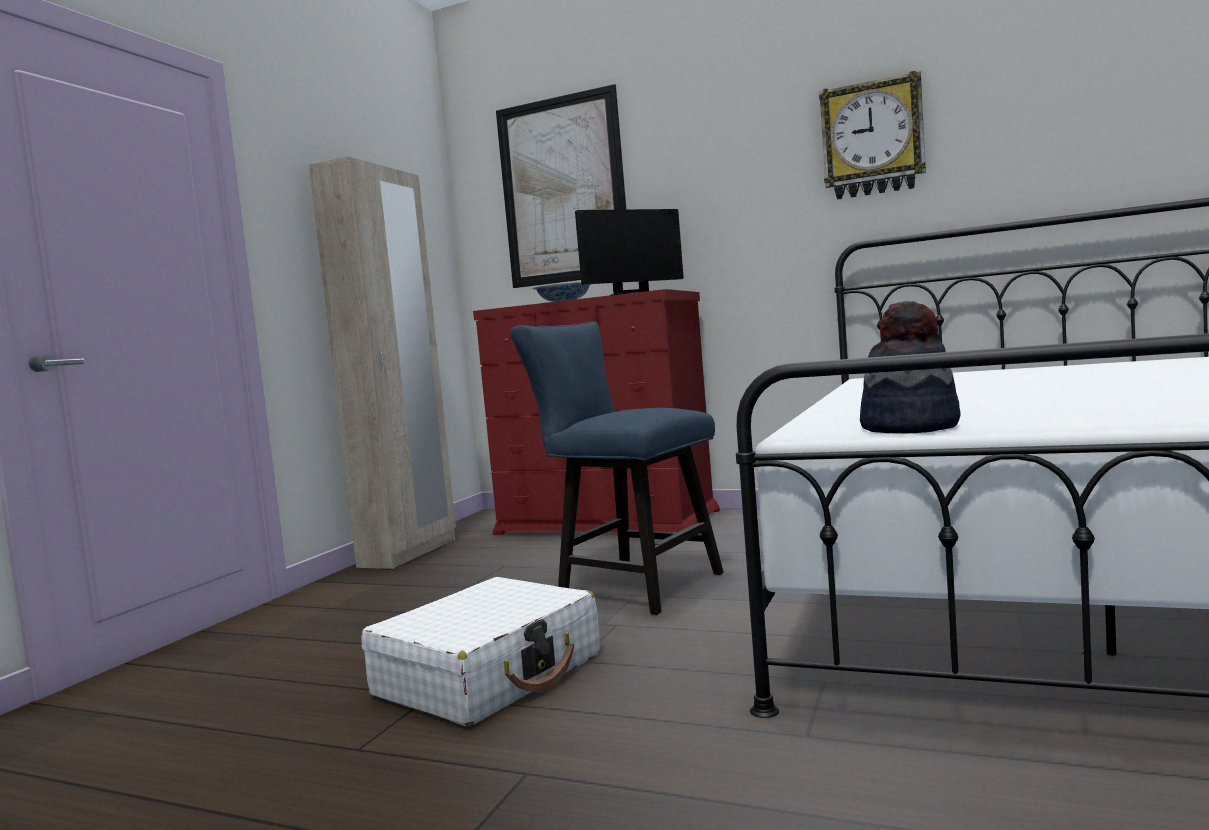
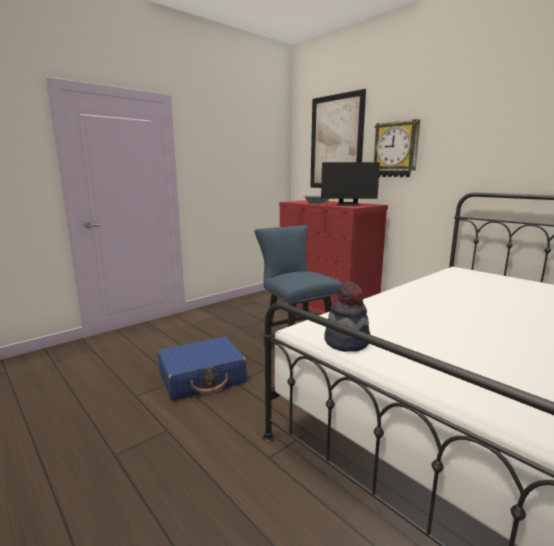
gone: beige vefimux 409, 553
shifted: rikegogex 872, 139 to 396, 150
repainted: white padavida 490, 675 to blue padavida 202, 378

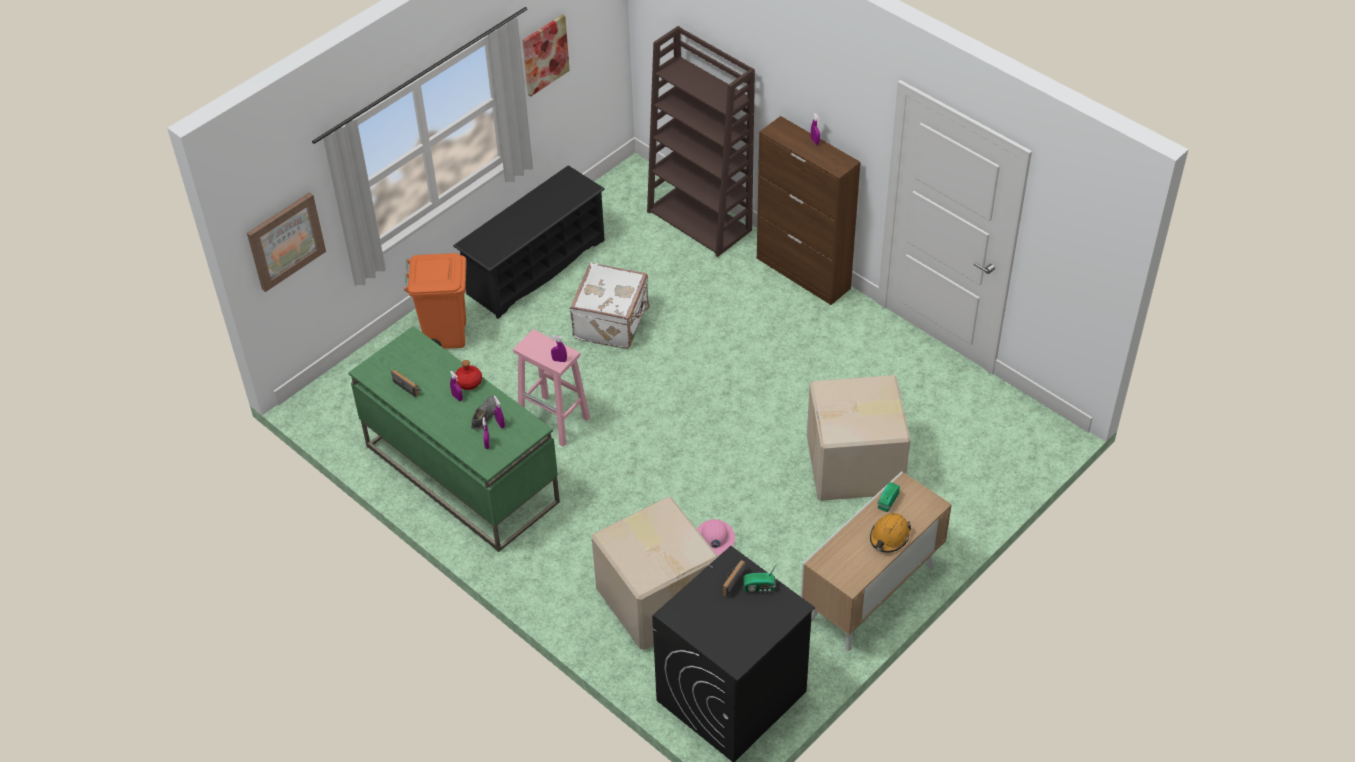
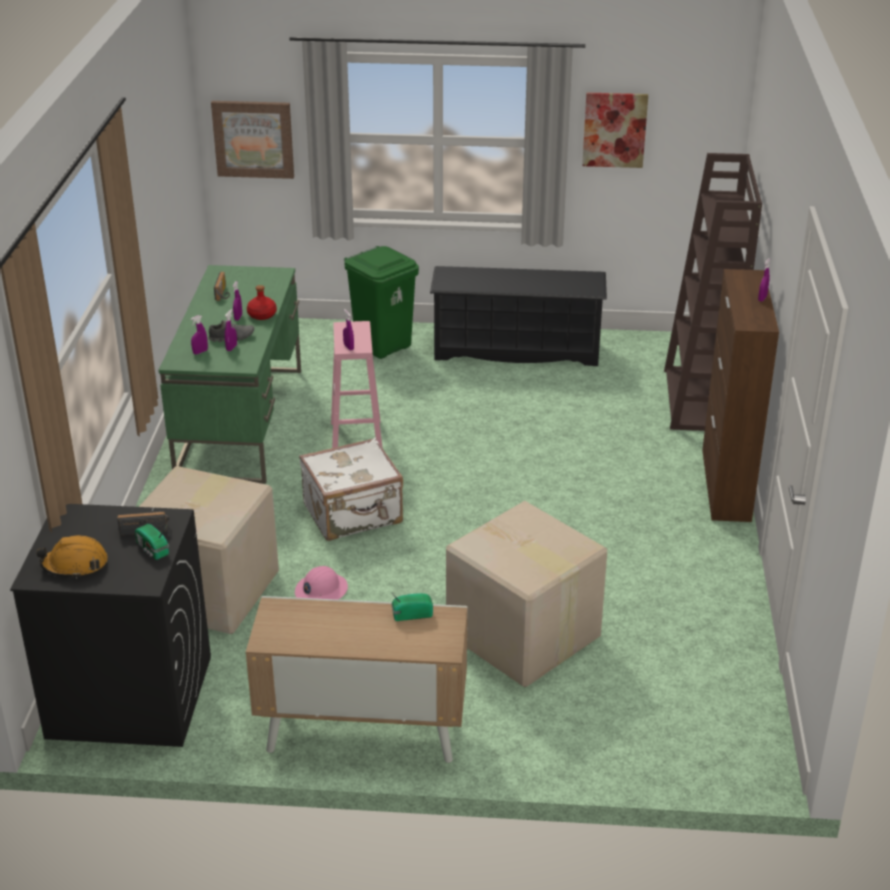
shifted: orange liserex 889, 537 to 75, 565; white padavida 612, 322 to 354, 514
repainted: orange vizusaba 445, 335 to green vizusaba 383, 346

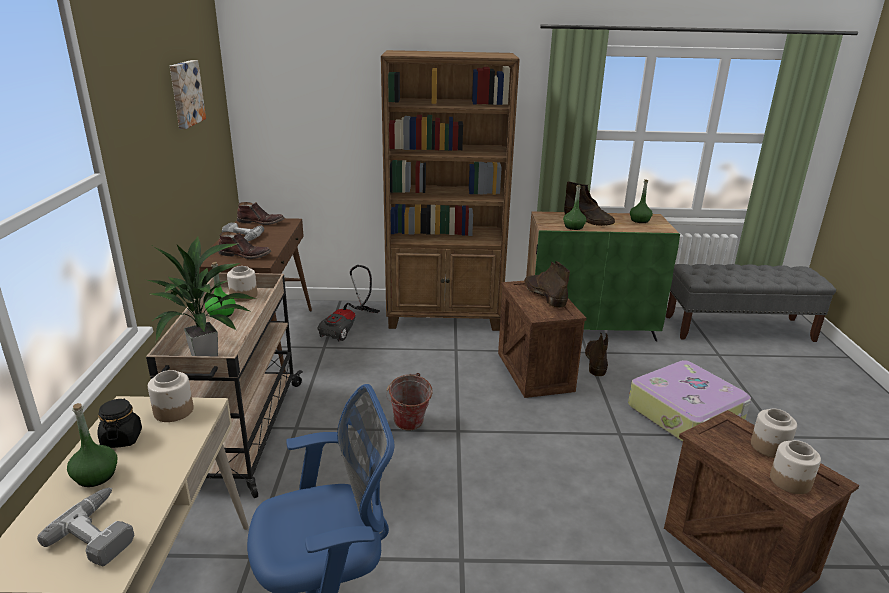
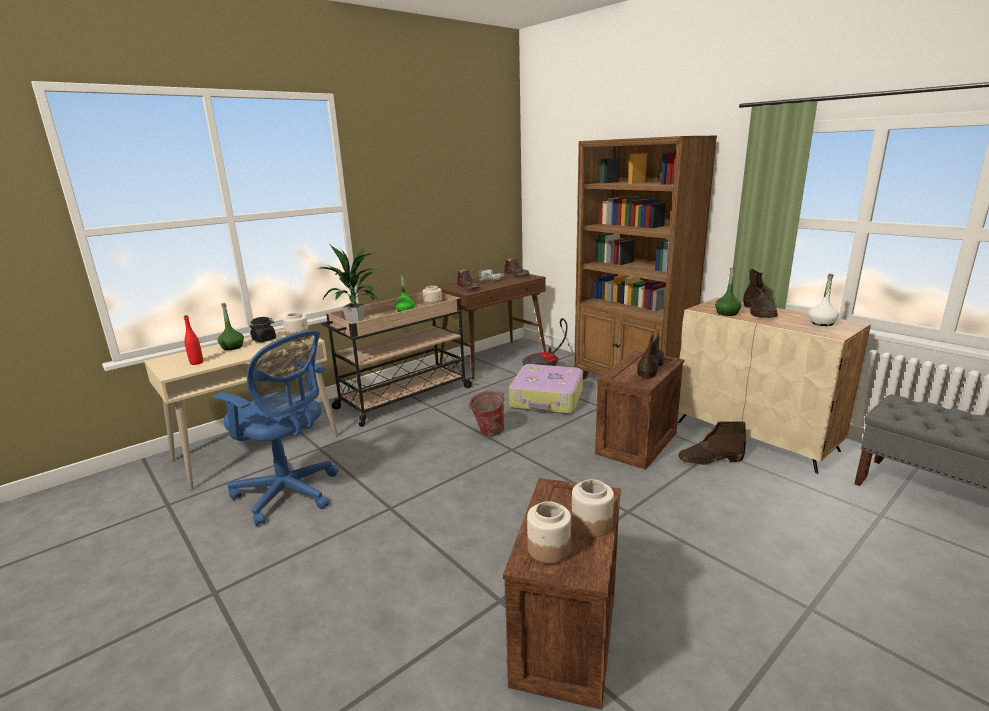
gone: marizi 185, 93
shifted: padavida 686, 414 to 547, 399
swapped: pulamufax 102, 531 to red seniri 196, 363
repainted: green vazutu 589, 327 to beige vazutu 755, 436; green seniri 639, 220 to white seniri 822, 323
rotated: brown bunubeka 595, 361 = 710, 459 150 degrees counterclockwise

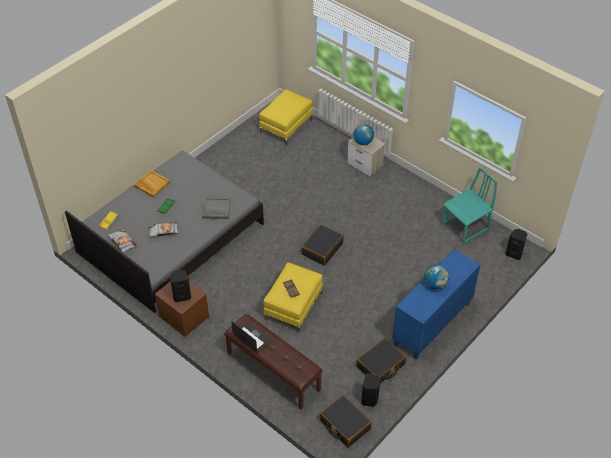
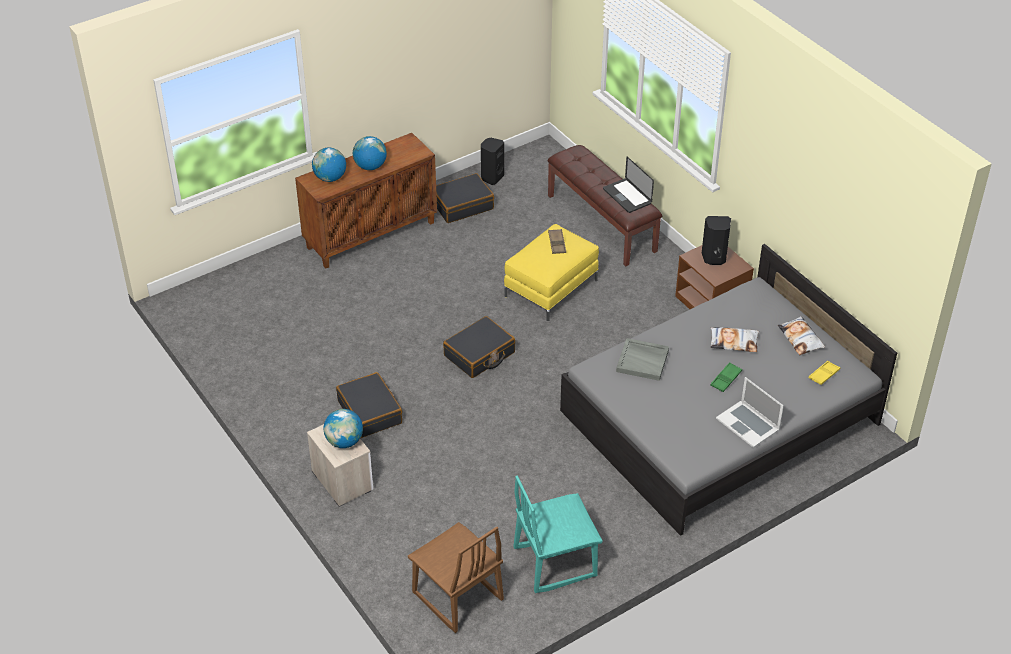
gone: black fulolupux 514, 253
new: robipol 330, 178
shifted: black padavida 345, 425 to 370, 412; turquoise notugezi 465, 227 to 554, 561
swapped: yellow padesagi 286, 126 to brown notugezi 457, 597; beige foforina 152, 184 to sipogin 748, 424
repainted: blue vazutu 432, 324 to brown vazutu 371, 234

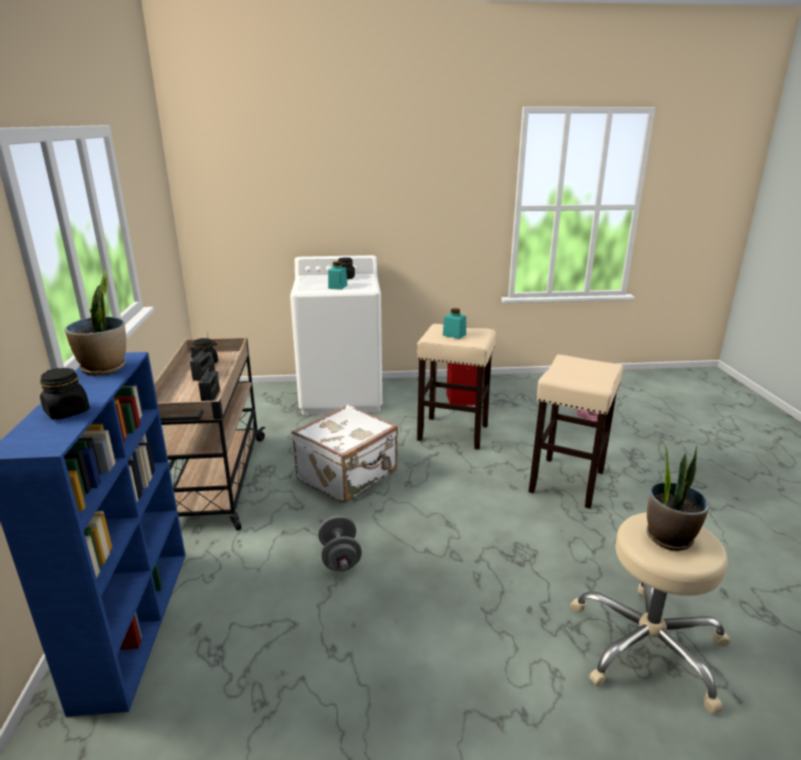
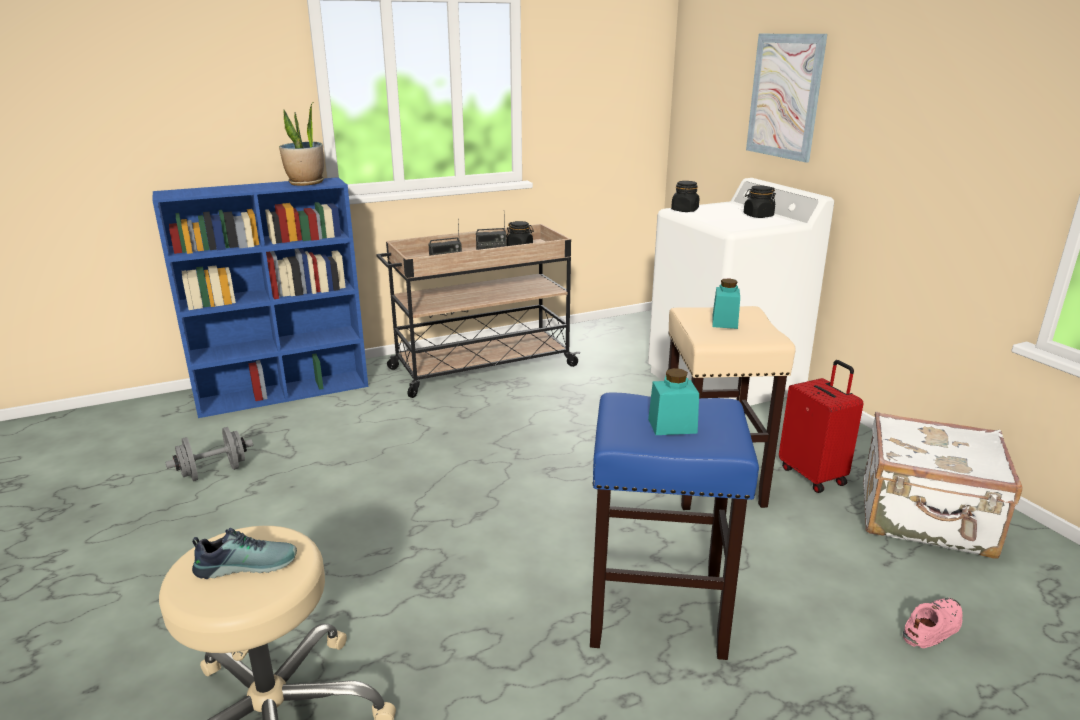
new: marizi 784, 96
shifted: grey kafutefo 340, 558 to 214, 472; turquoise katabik 337, 286 to 672, 426; black katabik 67, 412 to 684, 210; white padavida 348, 476 to 925, 519
swapped: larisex 669, 537 to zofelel 247, 564
repainted: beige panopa 567, 481 to blue panopa 658, 613

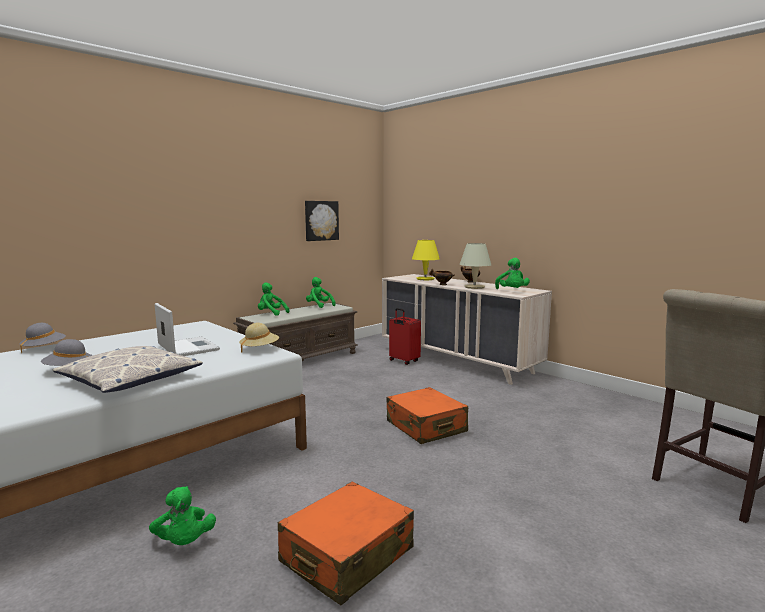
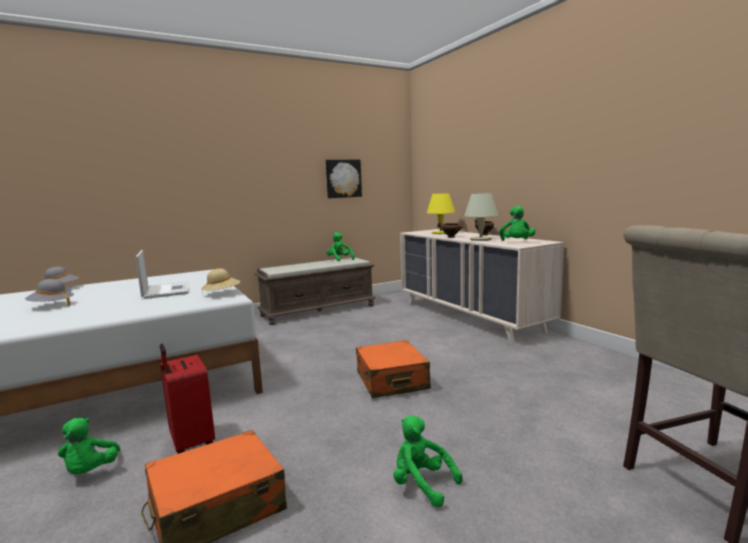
gone: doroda 131, 379
shifted: red padavida 403, 361 to 190, 443; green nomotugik 271, 313 to 422, 484

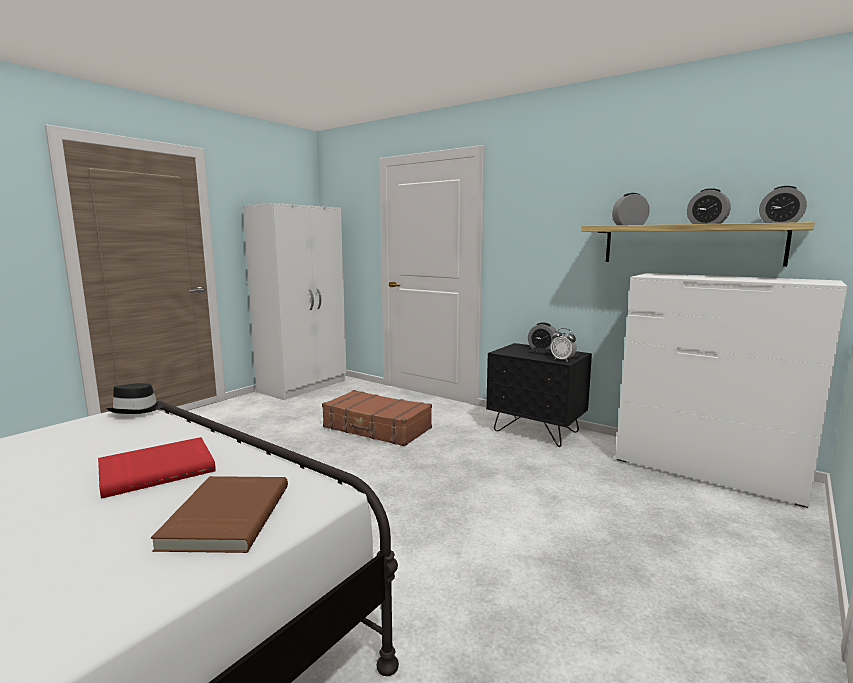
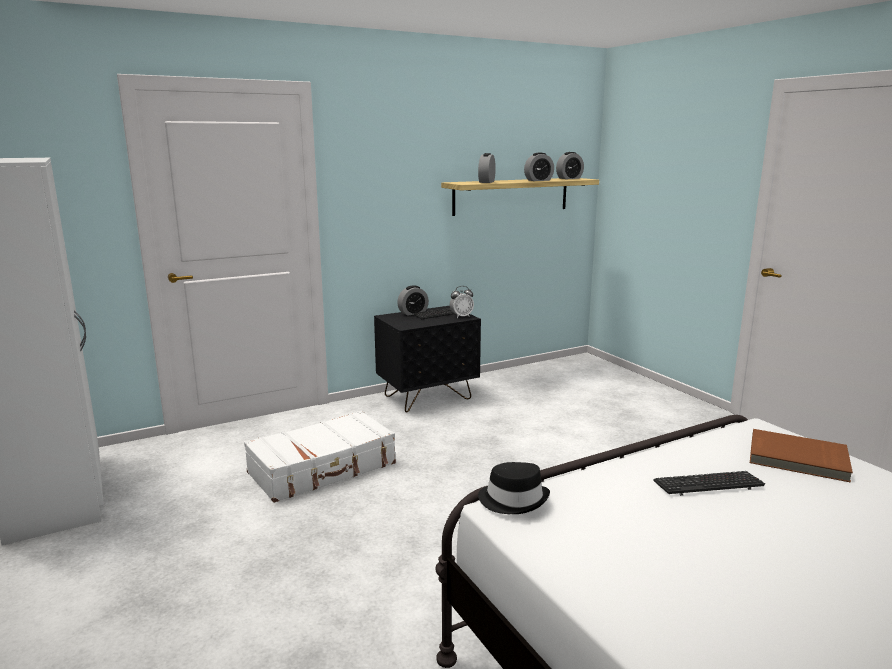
gone: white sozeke 707, 470
swapped: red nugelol 157, 469 to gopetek 708, 485
repainted: brown padavida 377, 428 to white padavida 323, 469

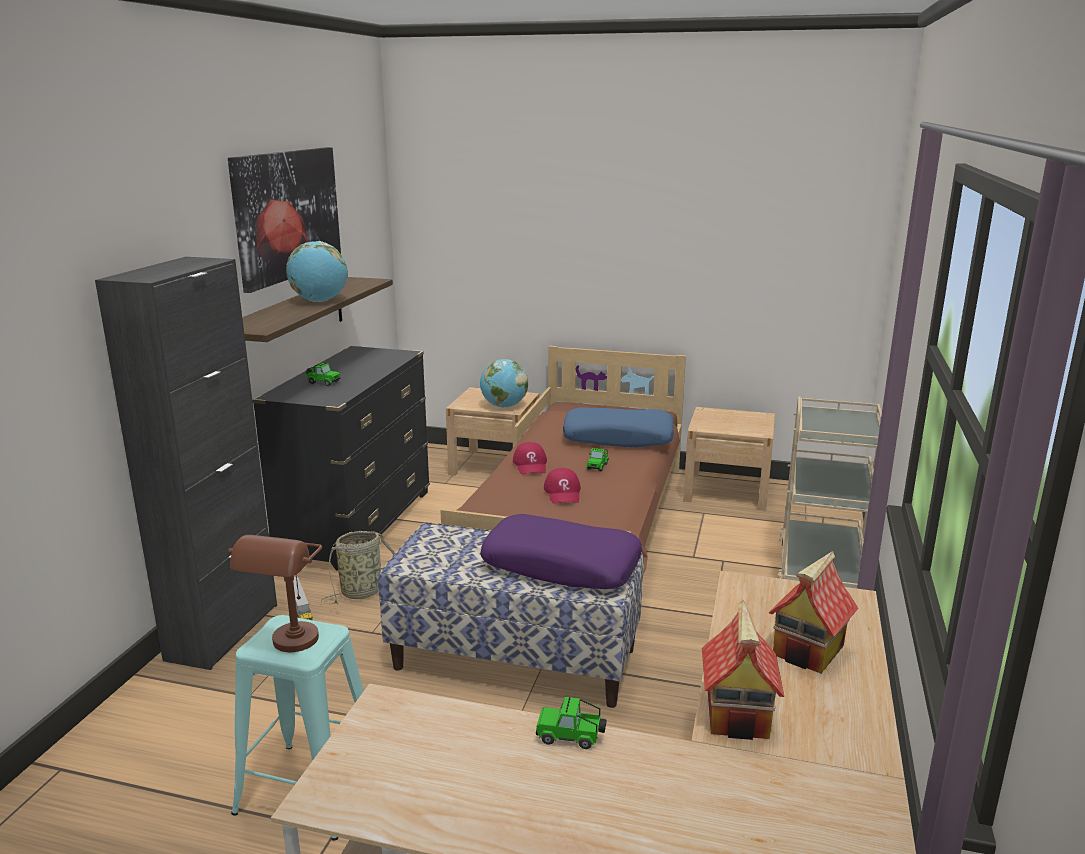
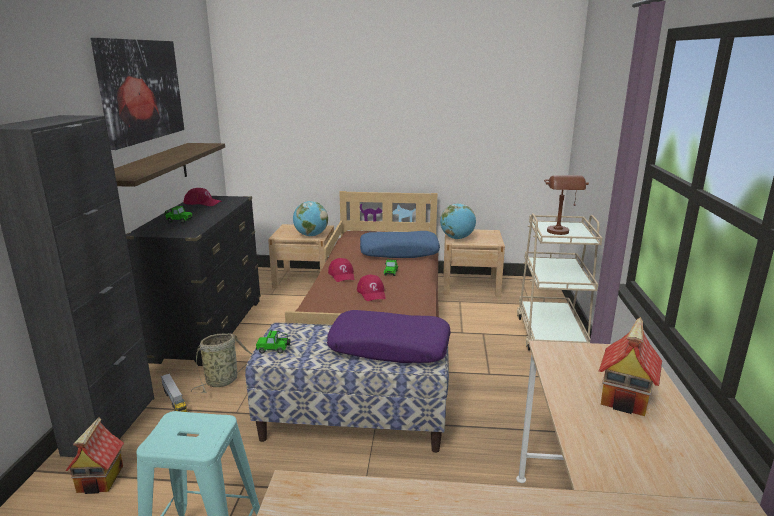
new: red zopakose 203, 203
shifted: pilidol 739, 715 to 101, 479; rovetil 571, 737 to 274, 349; robipol 319, 301 to 457, 238; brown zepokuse 289, 648 to 560, 234

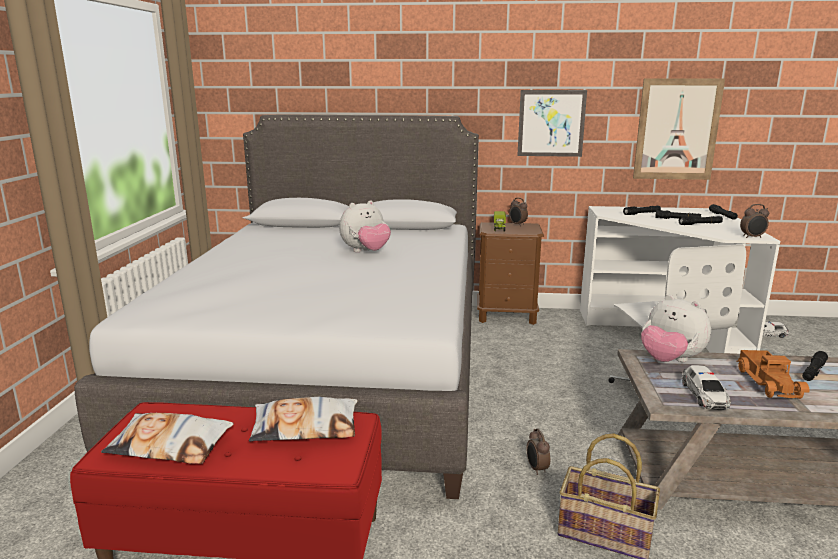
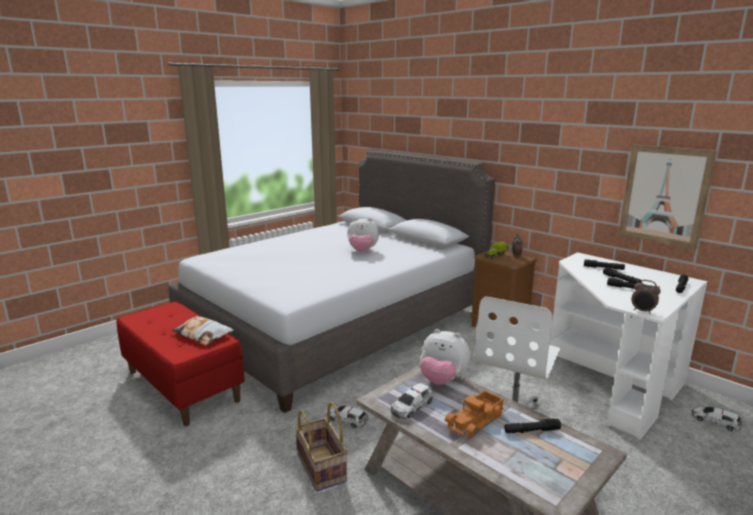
gone: doroda 170, 445; marizi 551, 123
swapped: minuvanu 536, 469 to rovetil 347, 420
rotated: nomotugik 670, 360 = 442, 380 60 degrees counterclockwise

